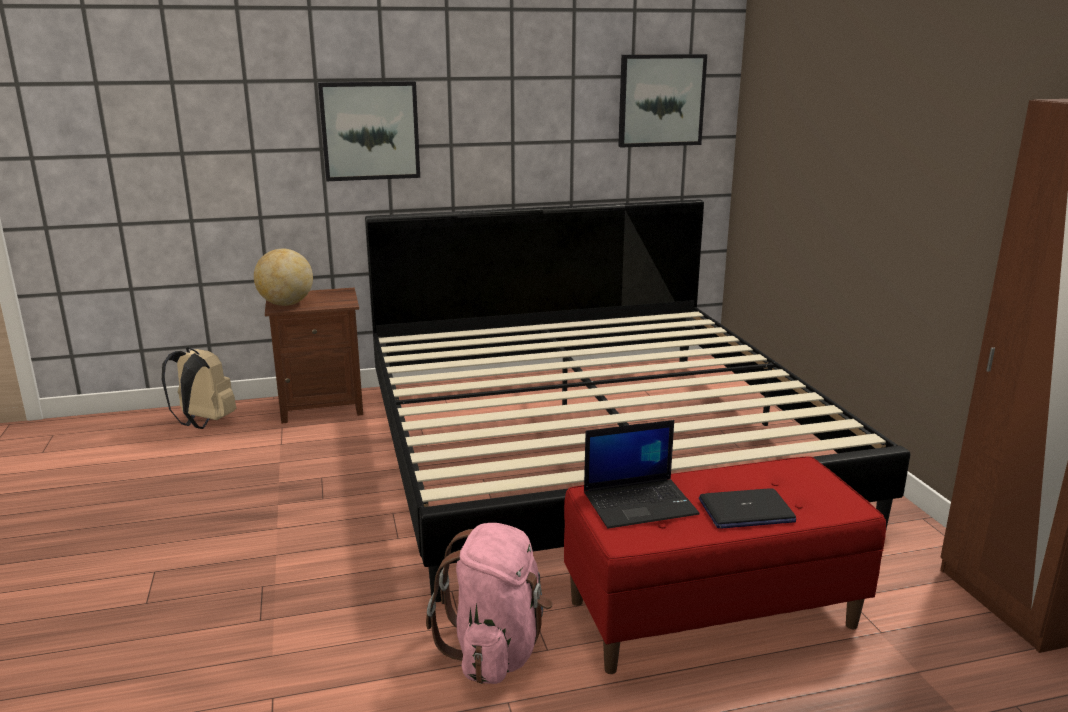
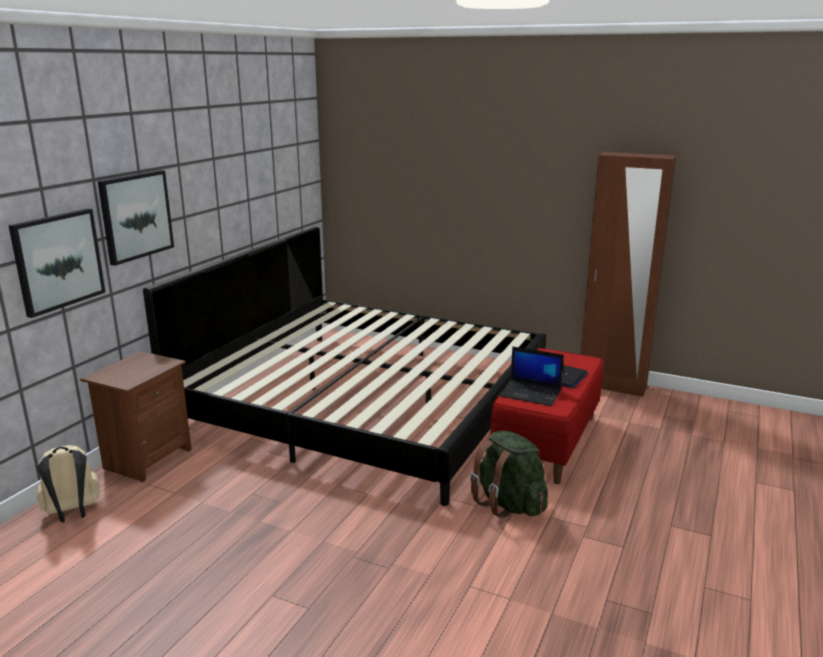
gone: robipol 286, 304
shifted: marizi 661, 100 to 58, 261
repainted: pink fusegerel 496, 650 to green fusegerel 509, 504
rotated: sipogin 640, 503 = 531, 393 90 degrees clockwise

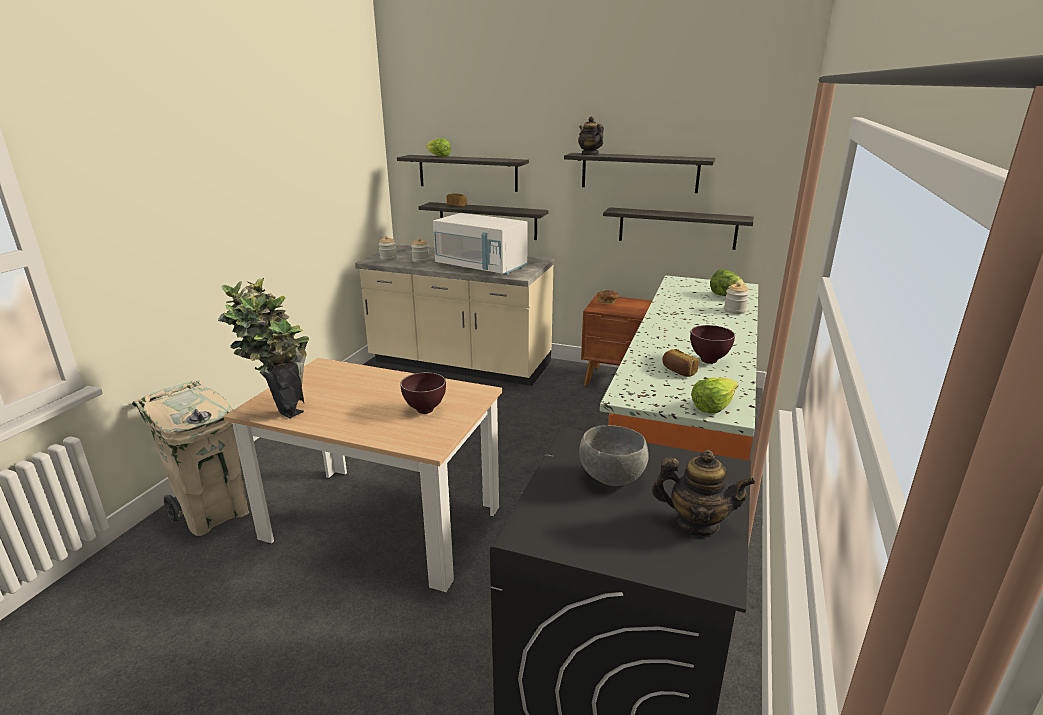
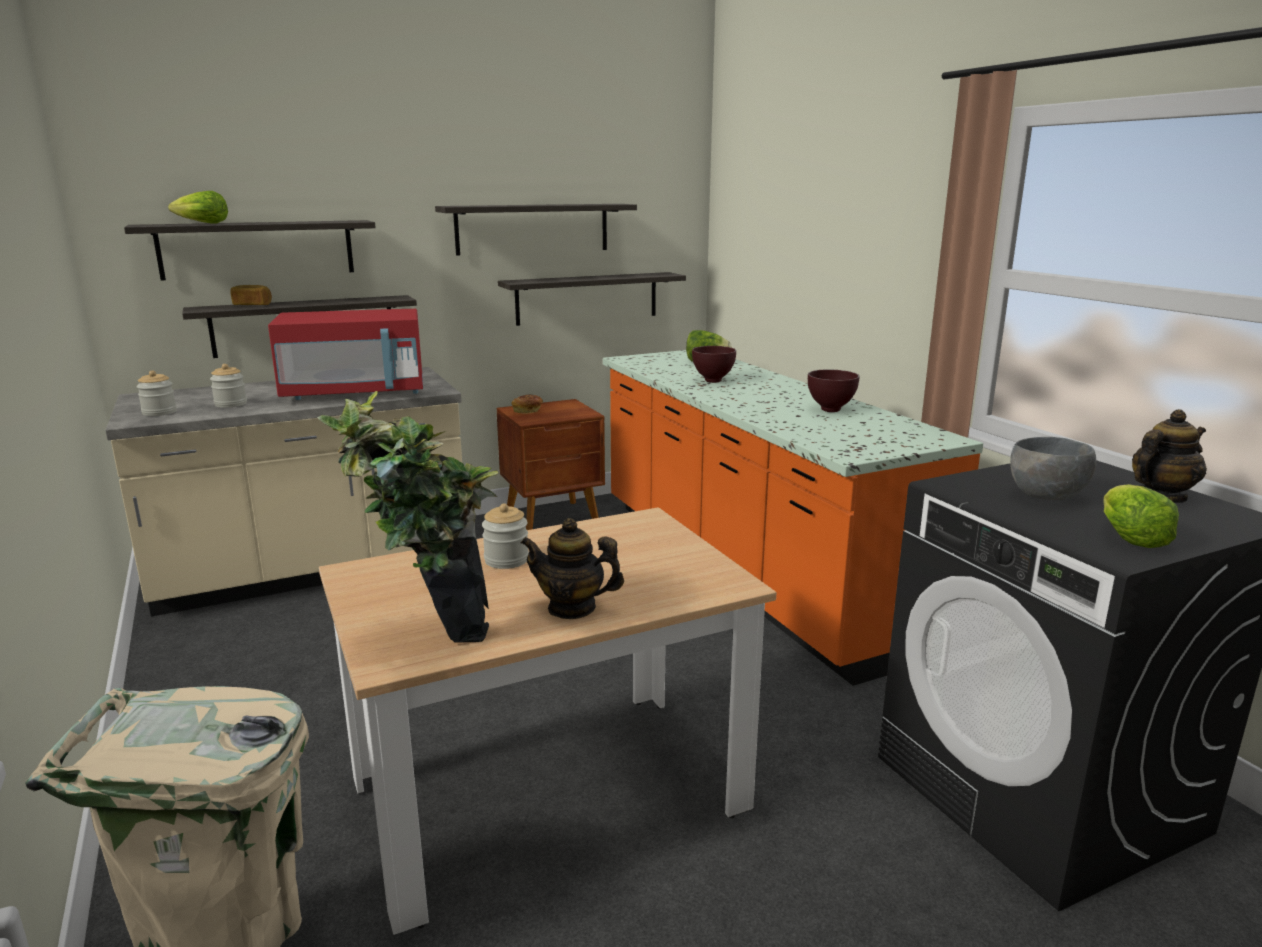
gone: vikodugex 678, 371
shifted: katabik 735, 310 to 506, 560; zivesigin 589, 154 to 572, 608; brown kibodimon 425, 410 to 712, 381; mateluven 712, 406 to 1129, 537
repainted: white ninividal 481, 267 to red ninividal 355, 393

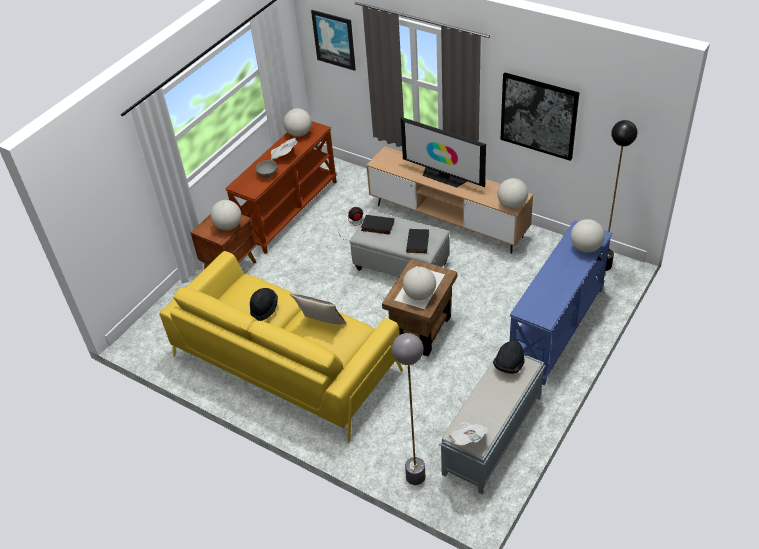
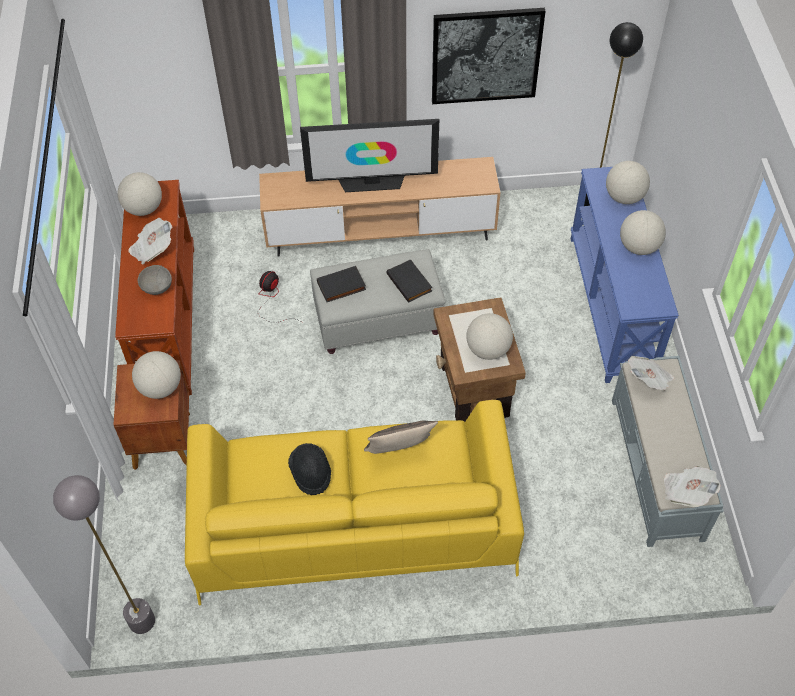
gone: marizi 334, 39
shifted: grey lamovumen 415, 477 to 142, 621; robipol 512, 205 to 639, 247
swapped: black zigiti 509, 365 to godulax 649, 380

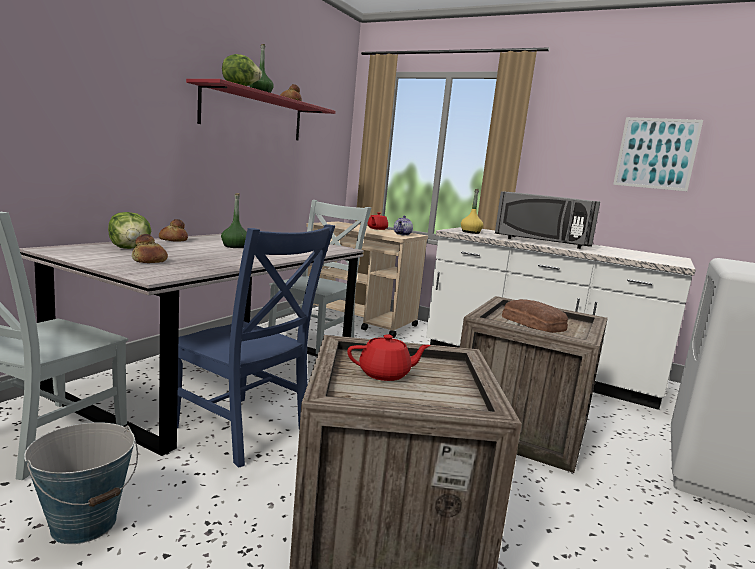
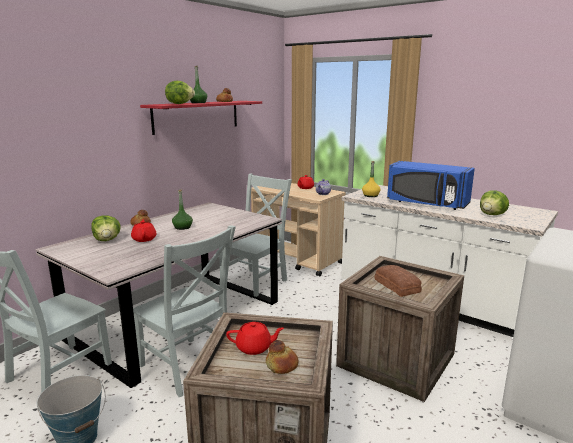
gone: marizi 656, 153
new: red zivesigin 144, 239; mateluven 492, 215
shifted: vikodugex 150, 260 to 282, 365
repainted: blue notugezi 244, 431 to grey notugezi 188, 367; grey ninividal 542, 242 to blue ninividal 426, 203

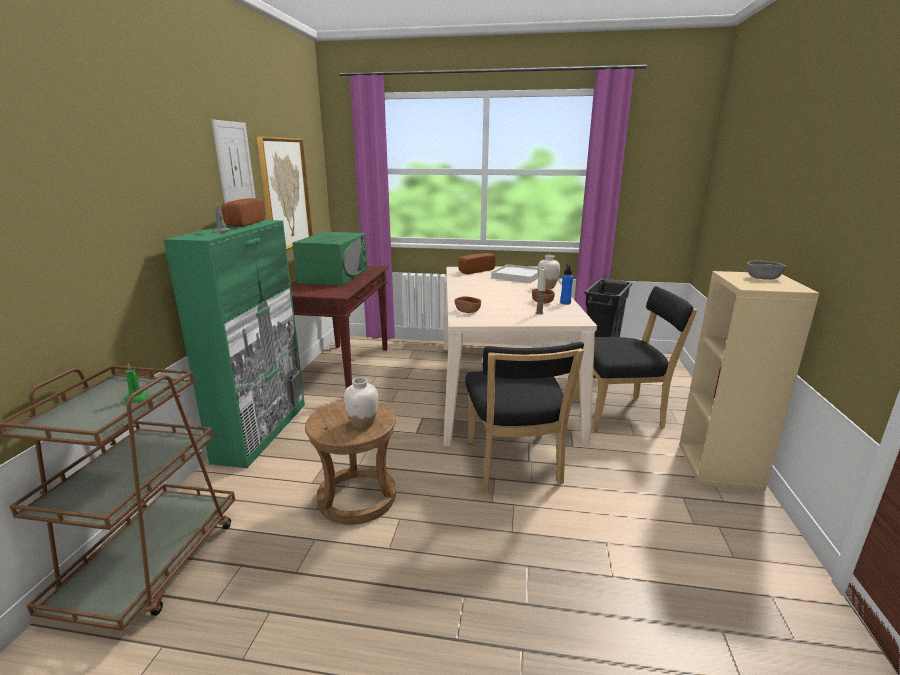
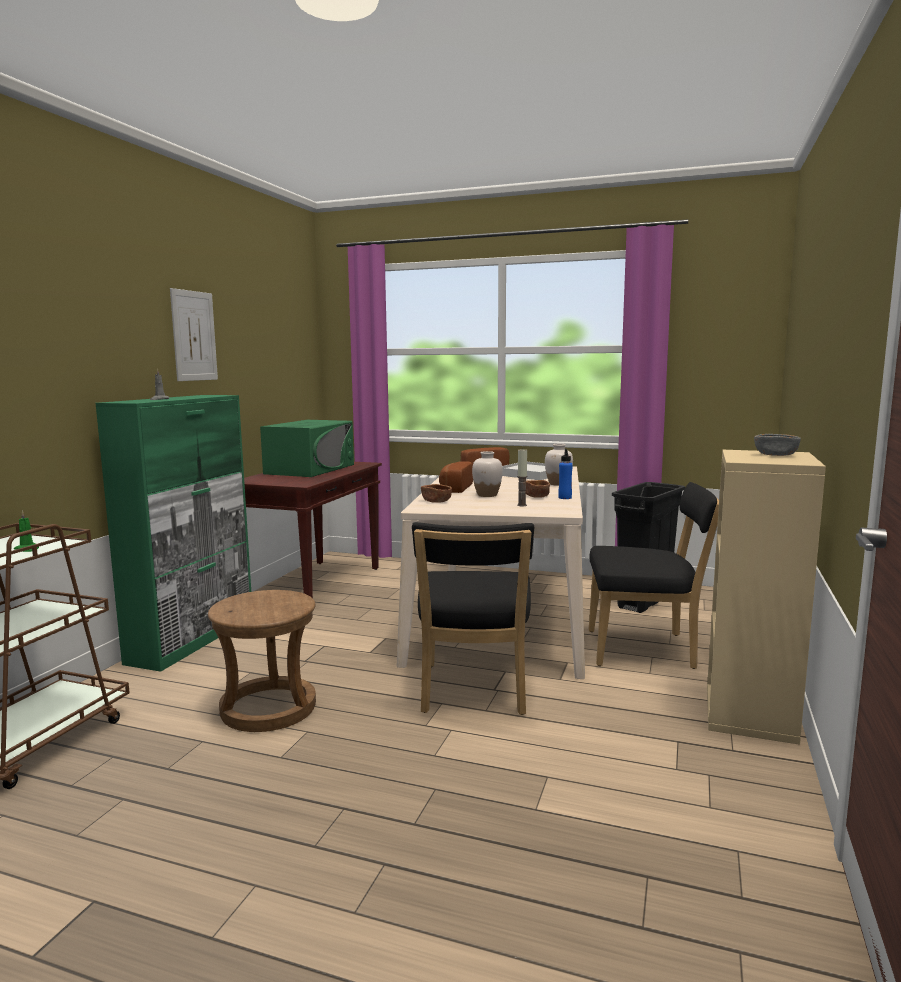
gone: marizi 285, 194
shifted: vikodugex 242, 223 to 454, 488; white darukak 362, 423 to 487, 495

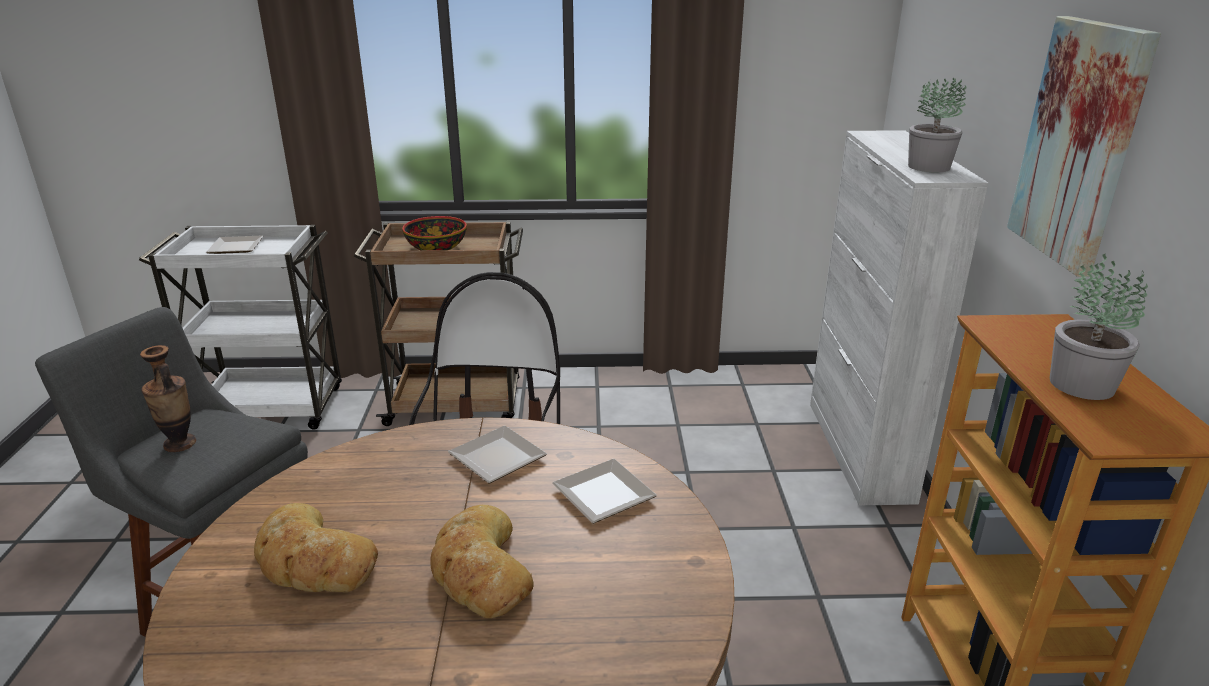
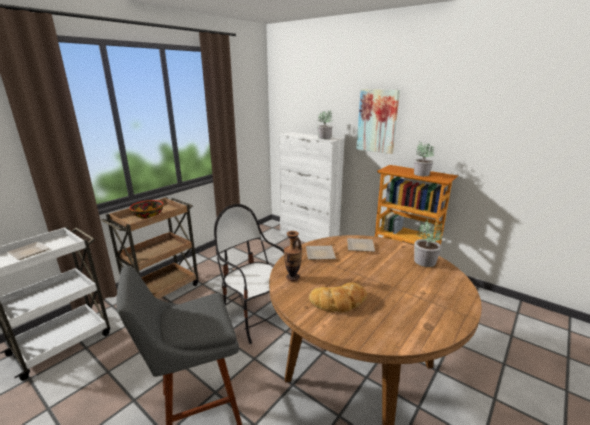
gone: vikodugex 480, 570
new: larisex 425, 261
shifted: darukak 180, 444 to 292, 277

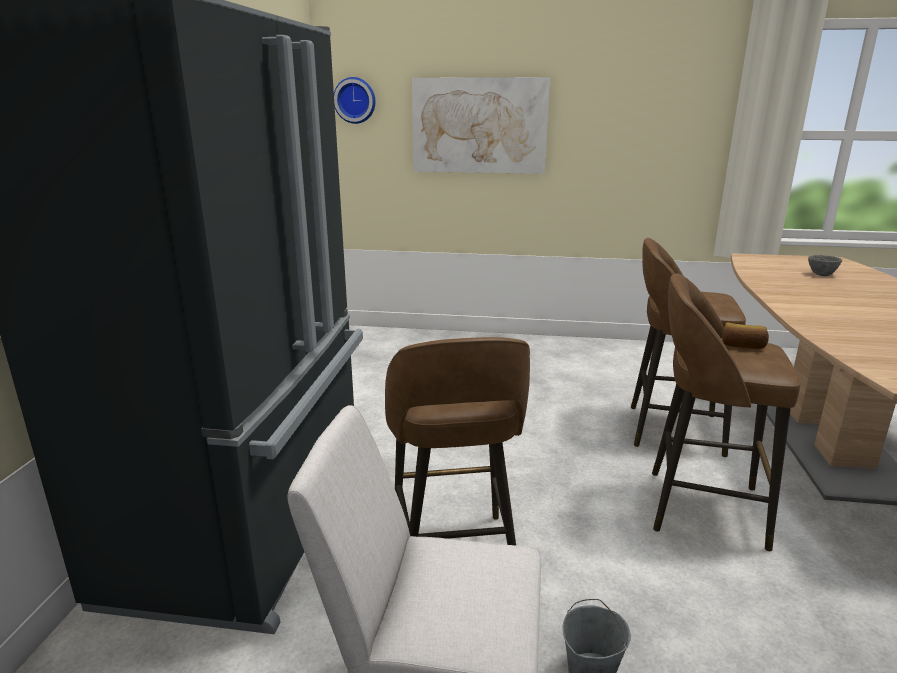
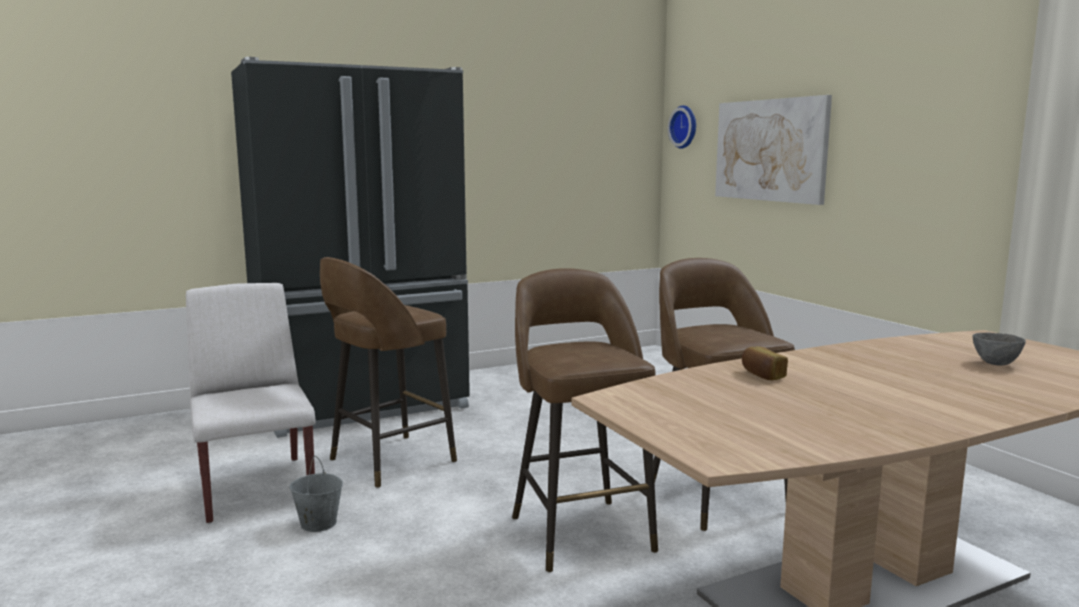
shifted: vikodugex 742, 346 to 762, 375

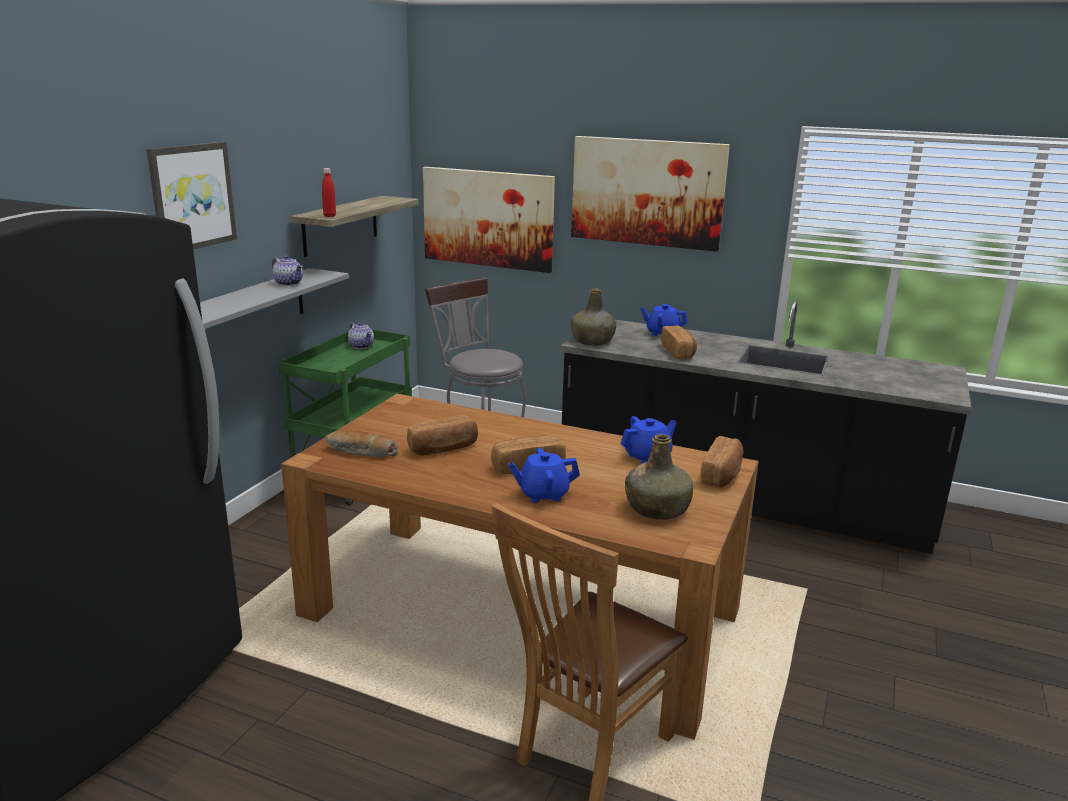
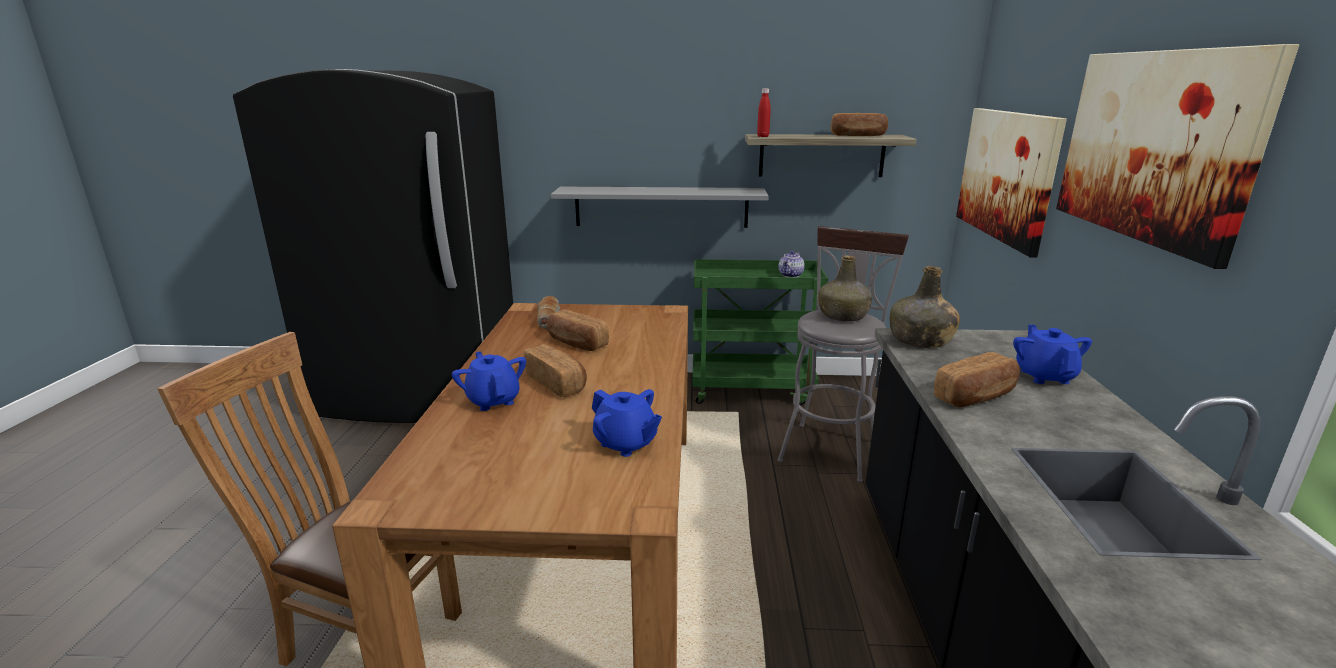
gone: marizi 192, 197; zivesigin 289, 283
shifted: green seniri 657, 509 to 843, 316; vikodugex 722, 474 to 857, 135

